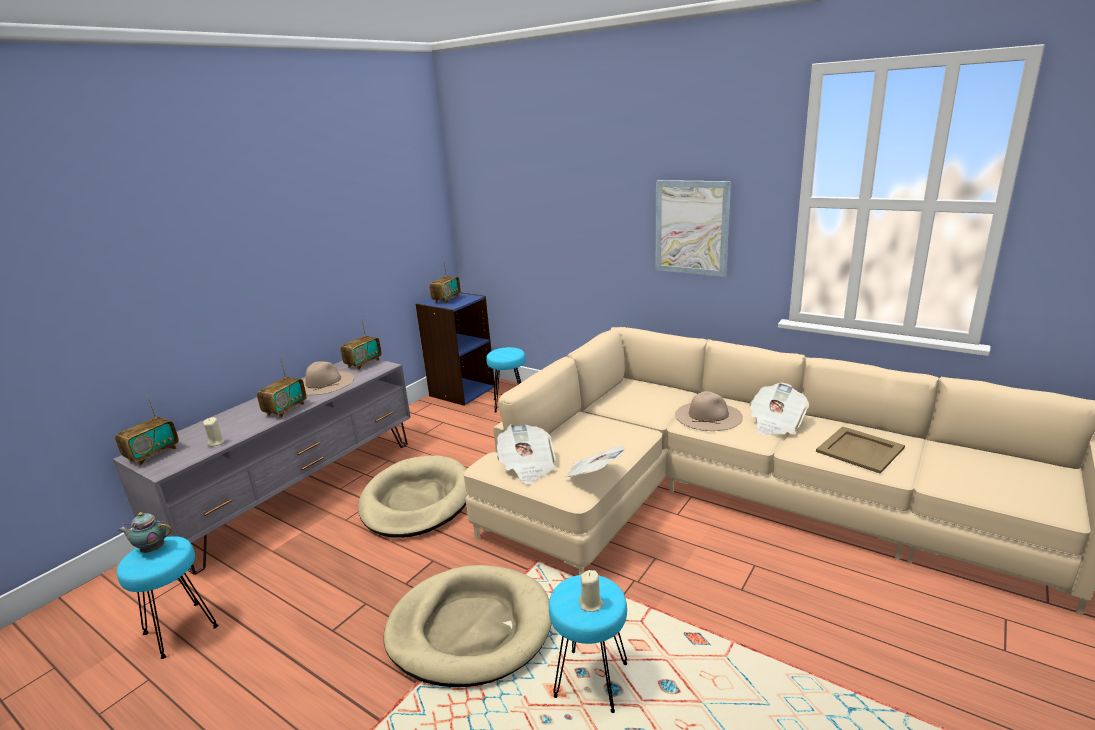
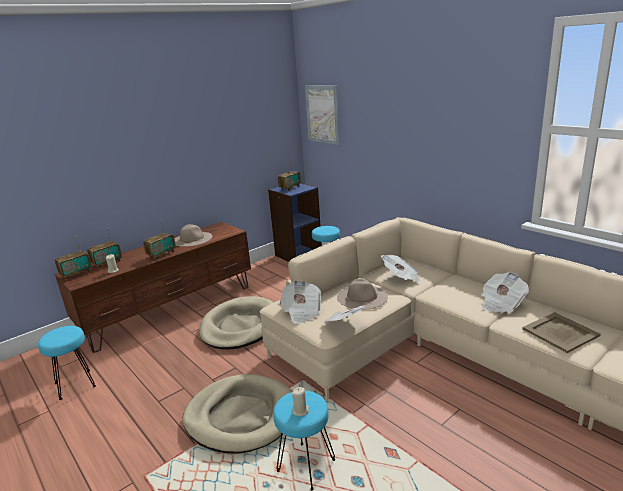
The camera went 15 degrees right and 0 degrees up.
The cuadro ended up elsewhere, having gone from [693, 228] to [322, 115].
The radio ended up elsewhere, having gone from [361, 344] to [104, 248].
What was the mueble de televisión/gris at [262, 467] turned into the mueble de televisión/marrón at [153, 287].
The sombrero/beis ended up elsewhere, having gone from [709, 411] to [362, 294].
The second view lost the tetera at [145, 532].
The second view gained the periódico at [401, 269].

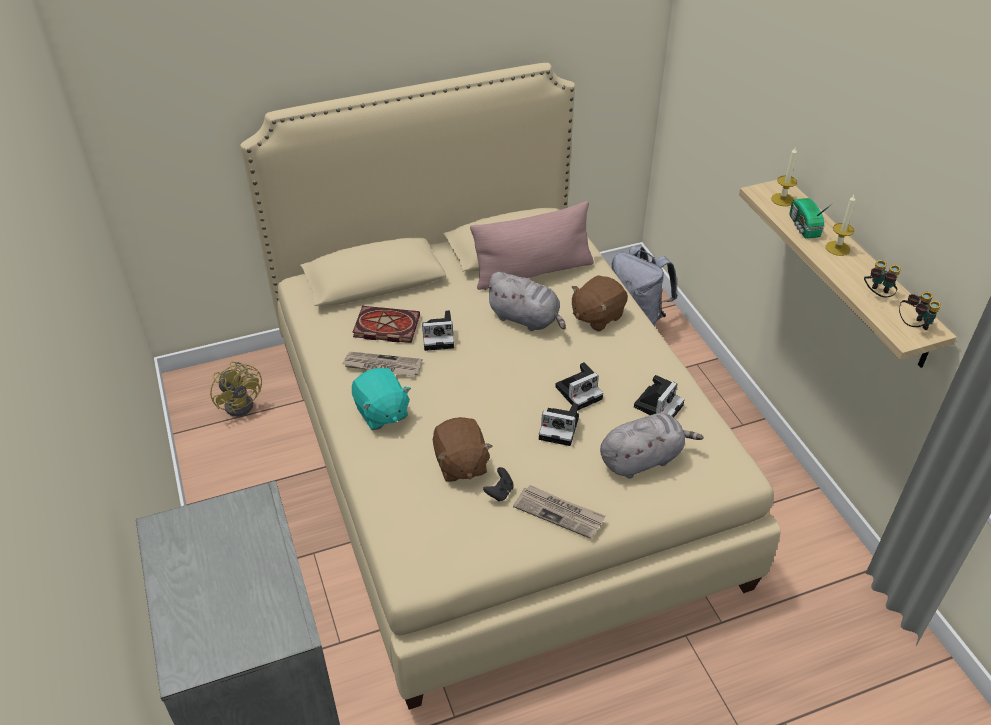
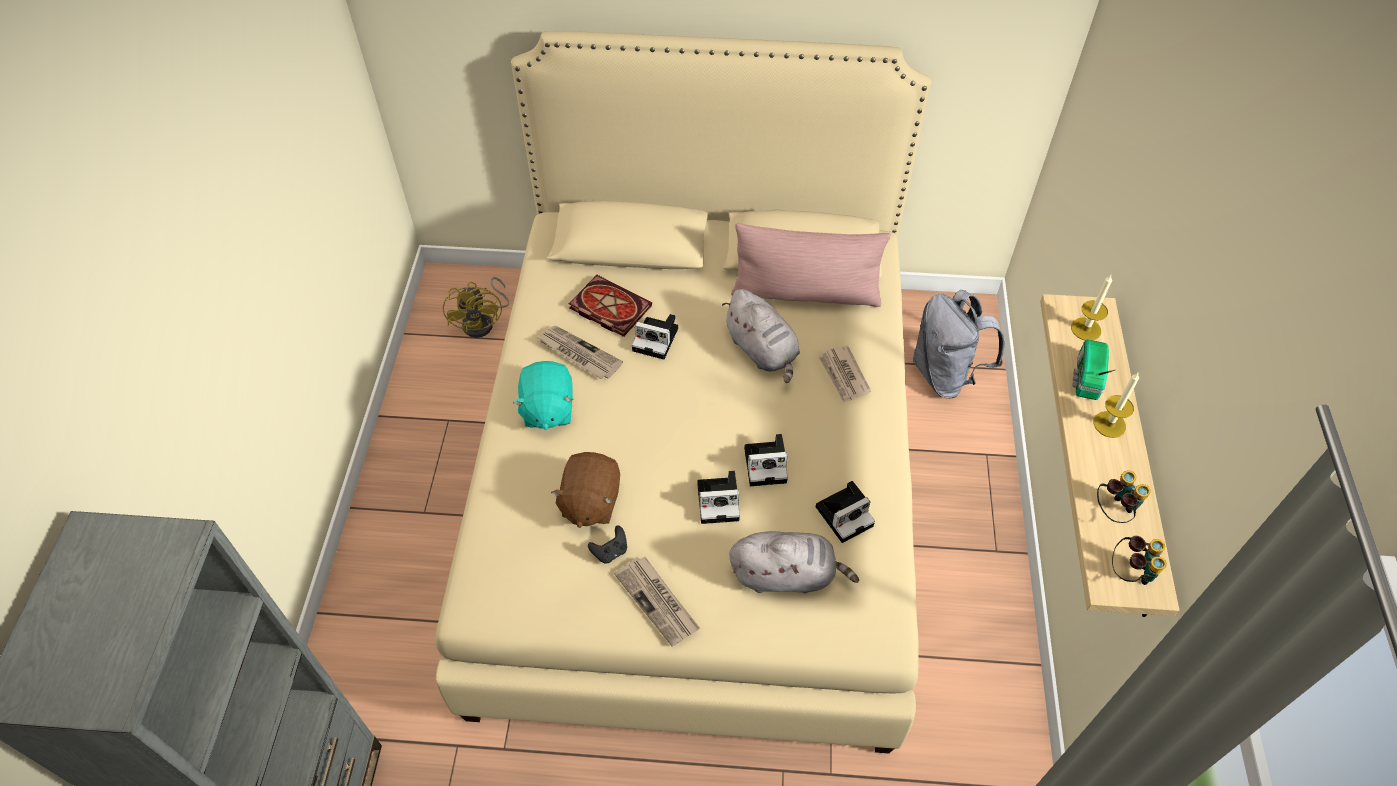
The camera went 25 degrees right and 10 degrees up.
Where the peluche/marrón stood at [600, 303], the periódico came to stand at [844, 374].
The cámara at [559, 424] ended up facing another way, 45 degrees counterclockwise from before.

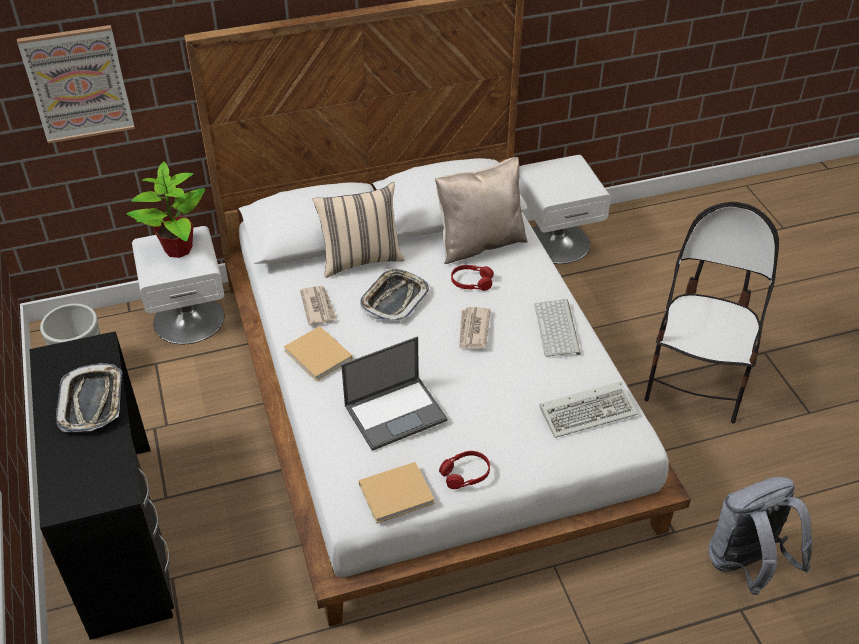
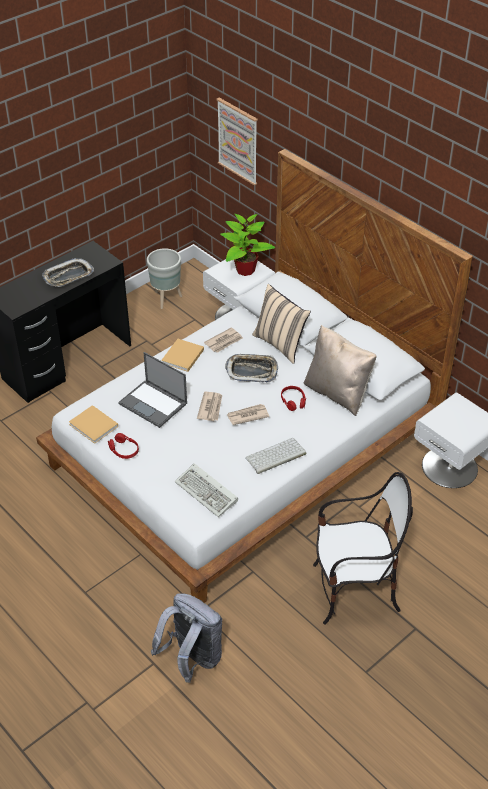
The camera went 65 degrees right and 0 degrees up.
The second view gained the periódico at [209, 406].

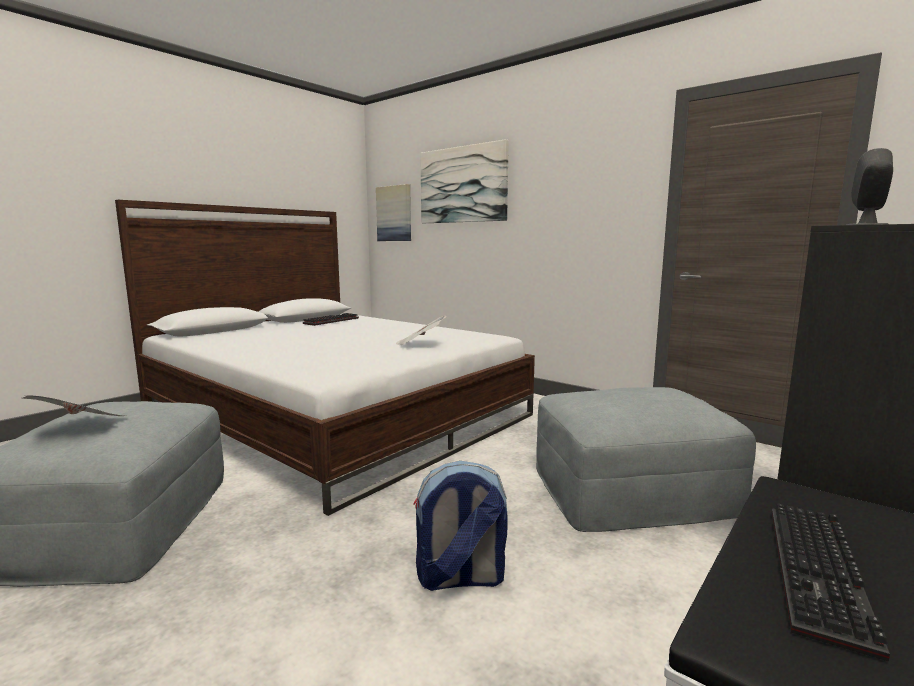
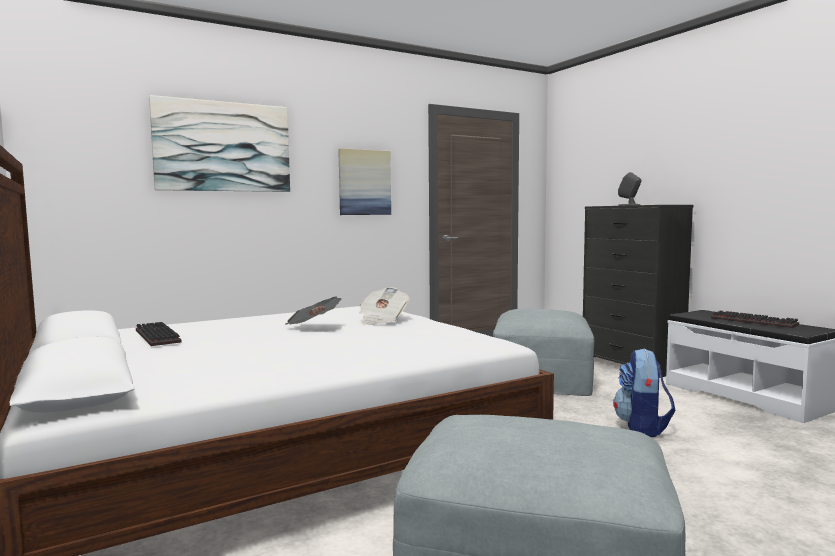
The camera went 70 degrees left and 5 degrees down.
The cuadro ended up elsewhere, having gone from [393, 212] to [364, 181].
The periódico ended up elsewhere, having gone from [75, 406] to [313, 310].

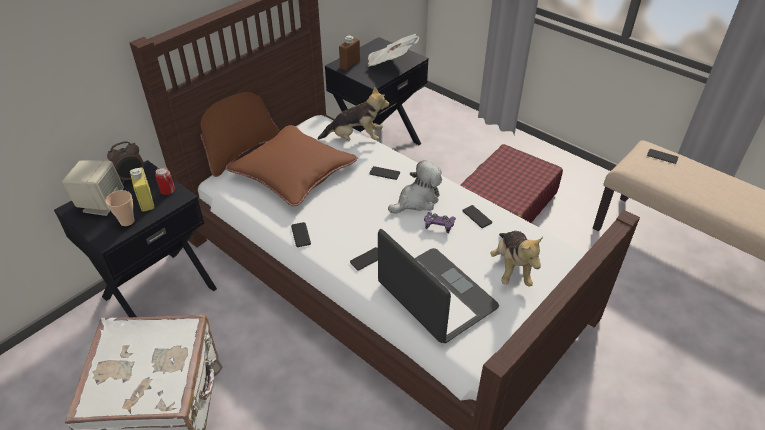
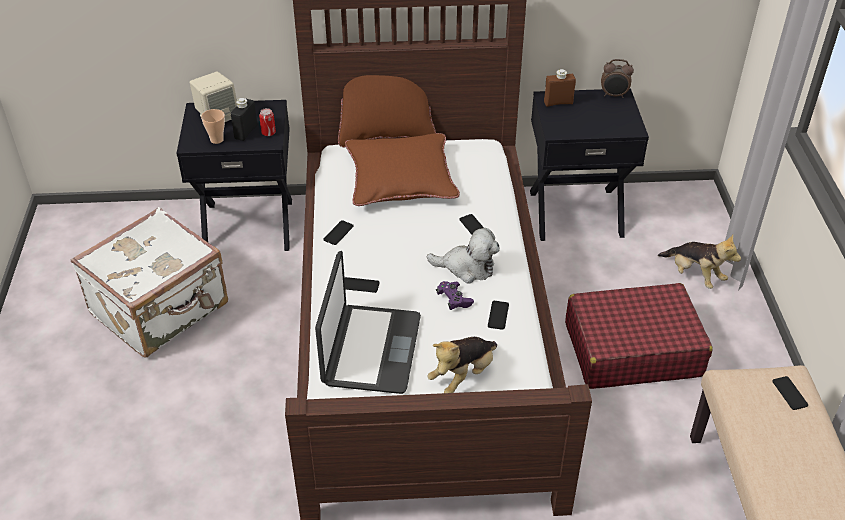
The camera went 45 degrees right and 0 degrees up.
The second view lost the periódico at [393, 50].
The peluche ended up elsewhere, having gone from [353, 113] to [699, 262].
The despertador ended up elsewhere, having gone from [125, 162] to [617, 78].
What was the botella/amarillo at [142, 189] turned into the botella/negro at [244, 119].

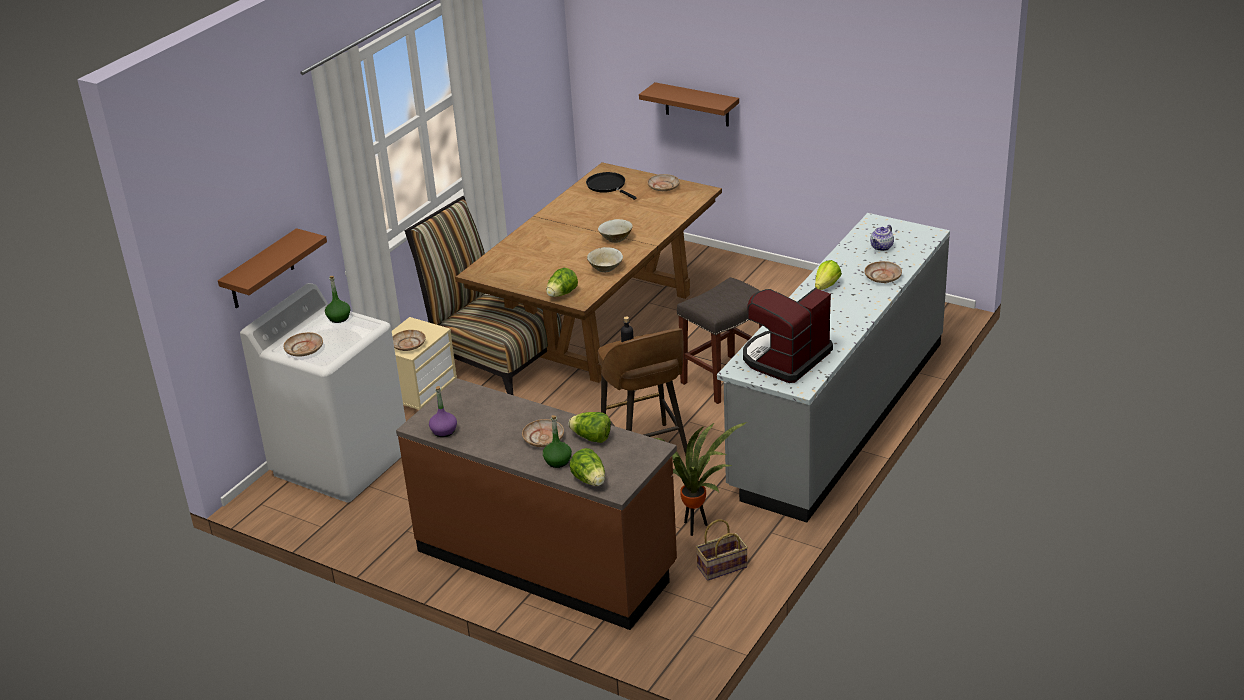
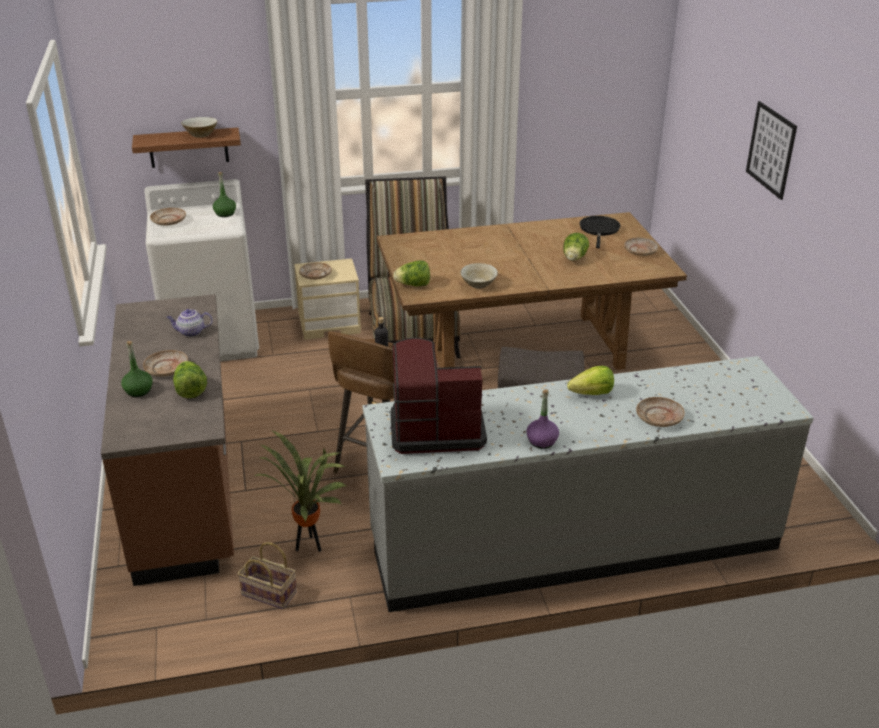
The camera went 45 degrees right and 0 degrees up.
The second view lost the estante/marrón at [689, 104].
The cuenco/beis ended up elsewhere, having gone from [615, 231] to [199, 127].
The tetera ended up elsewhere, having gone from [882, 238] to [189, 323].
The botella/morado ended up elsewhere, having gone from [443, 411] to [542, 419].
The lechuga ended up elsewhere, having gone from [587, 467] to [576, 247].
The second view gained the cuadro at [771, 150].

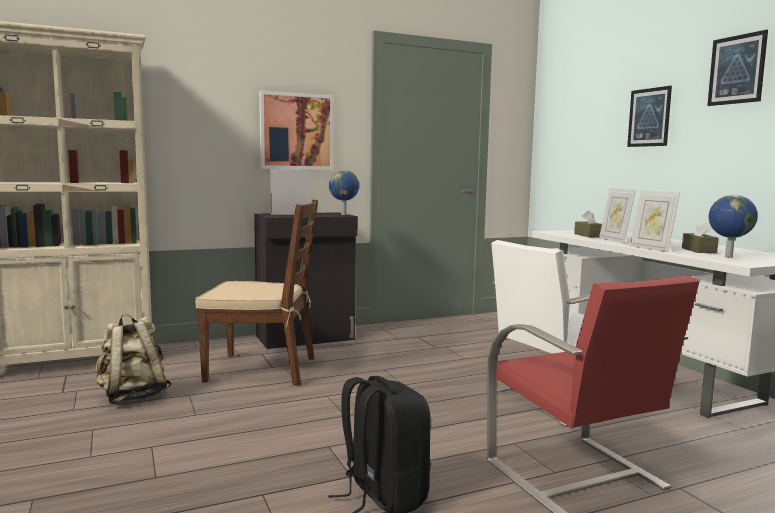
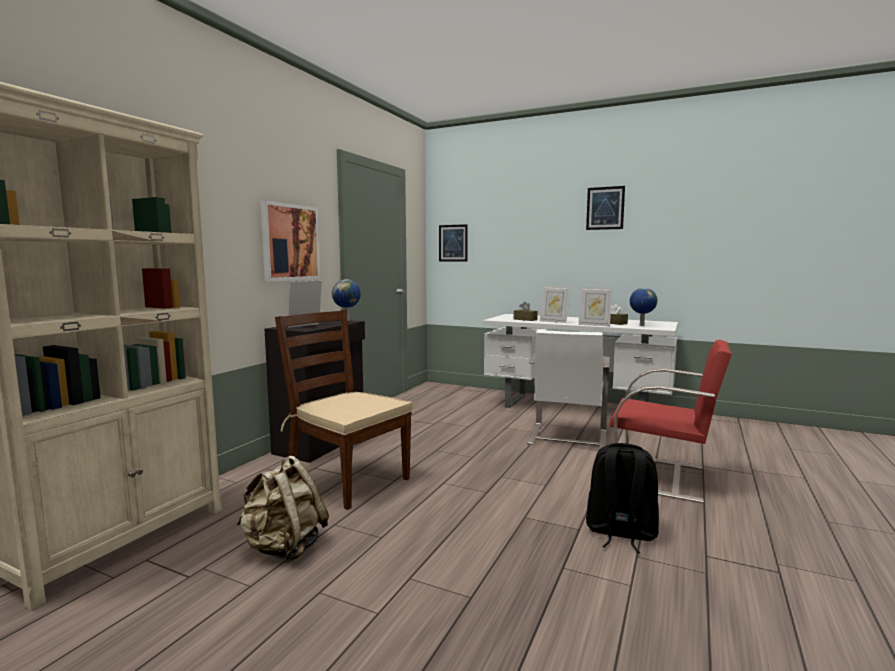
The camera went 40 degrees left and 0 degrees up.
The cuadro ended up elsewhere, having gone from [649, 116] to [453, 242].
The silla/marrón at [256, 292] ended up facing another way, 105 degrees counterclockwise from before.

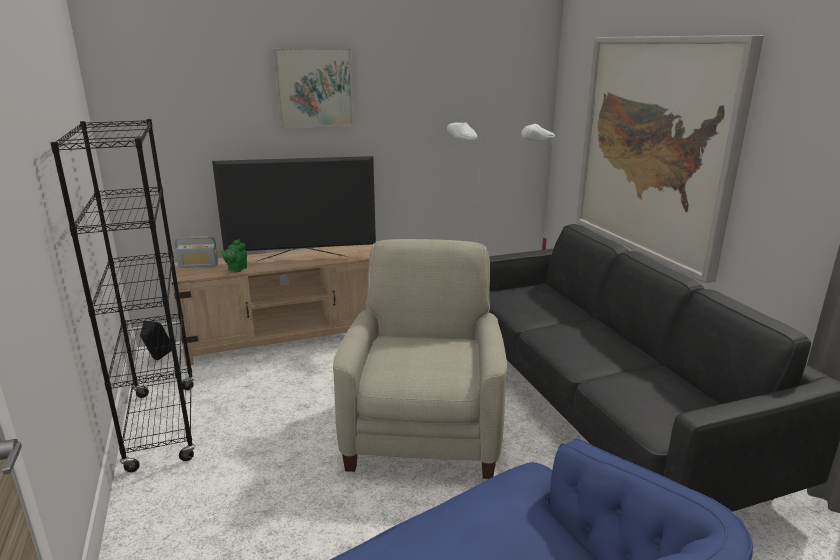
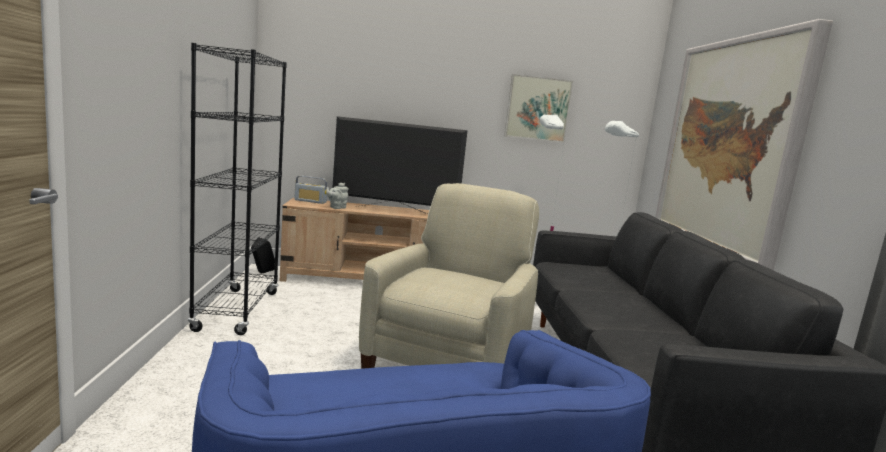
The camera went 15 degrees right and 10 degrees down.
The cuadro ended up elsewhere, having gone from [313, 88] to [538, 108].
What was the tetera/verde at [234, 255] turned into the tetera/gris at [337, 196].

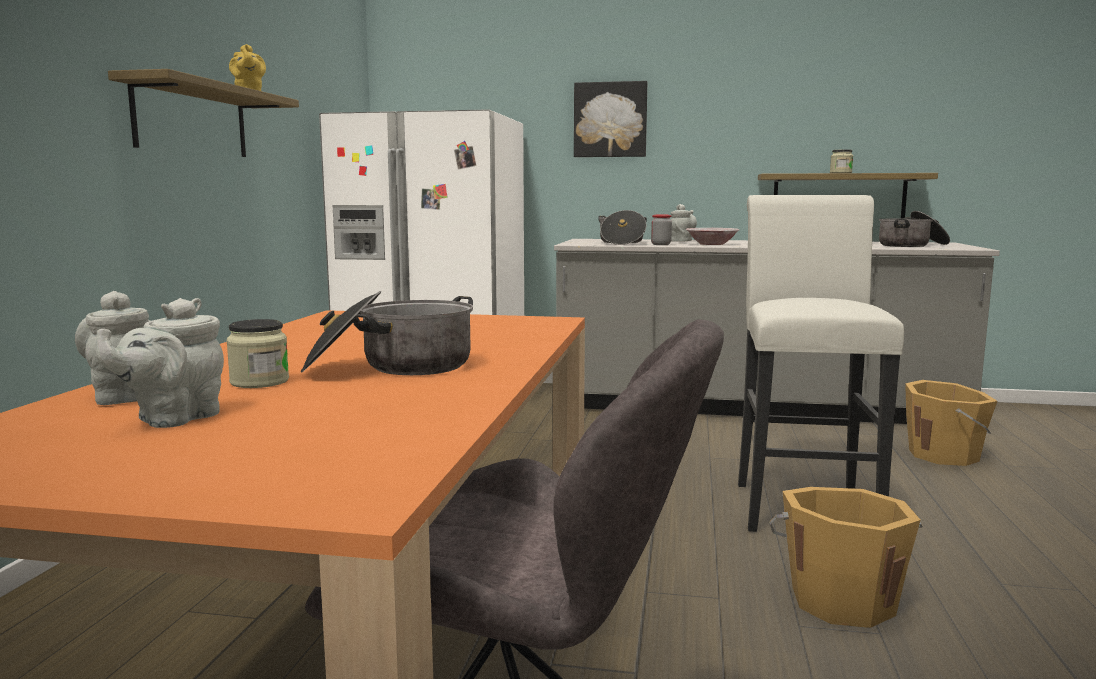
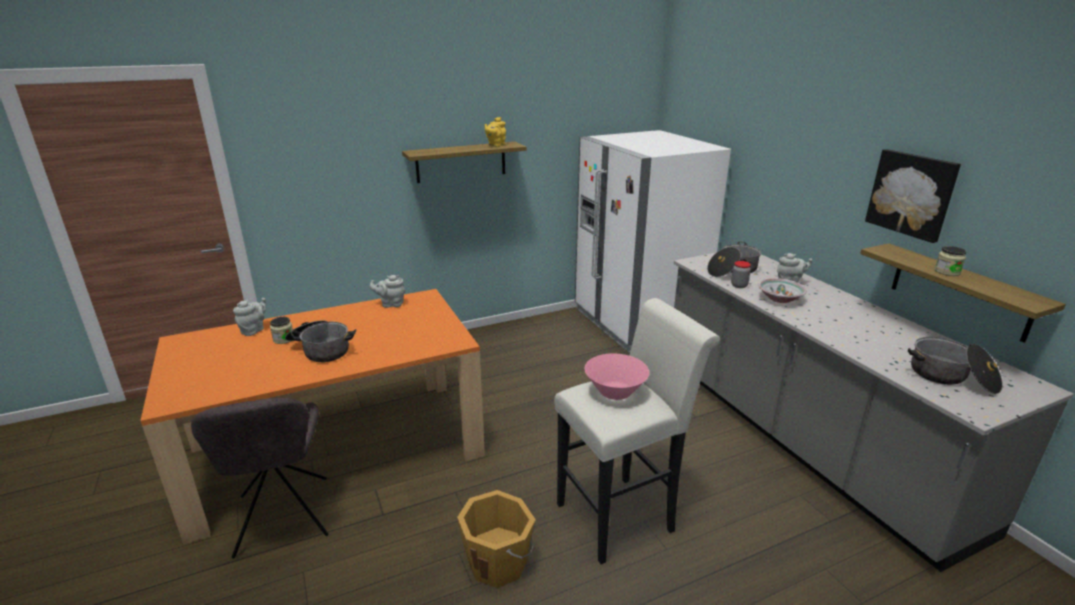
The camera went 55 degrees right and 15 degrees up.
The cuadro ended up elsewhere, having gone from [610, 119] to [913, 196].
The tetera/gris ended up elsewhere, having gone from [160, 363] to [387, 291].
The second view lost the cubo/naranja at [951, 423].
The second view gained the cuenco/rosa at [617, 376].

